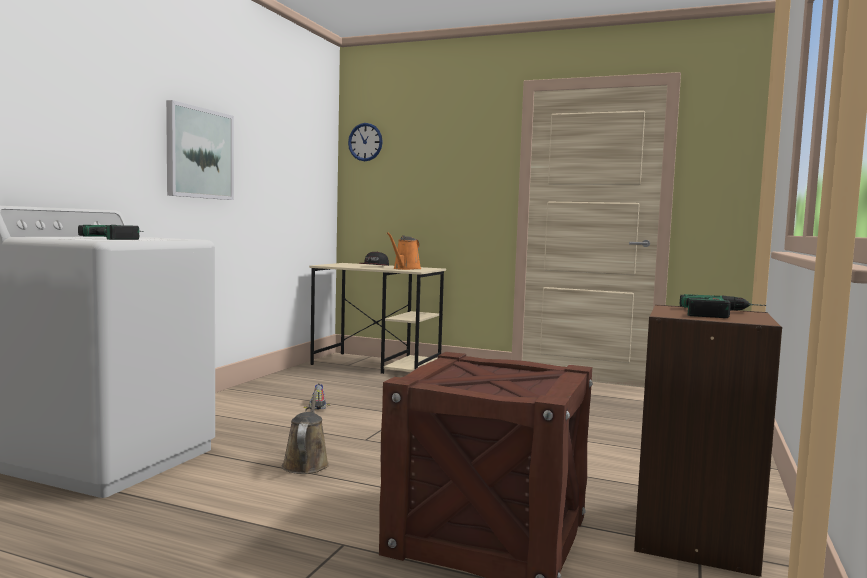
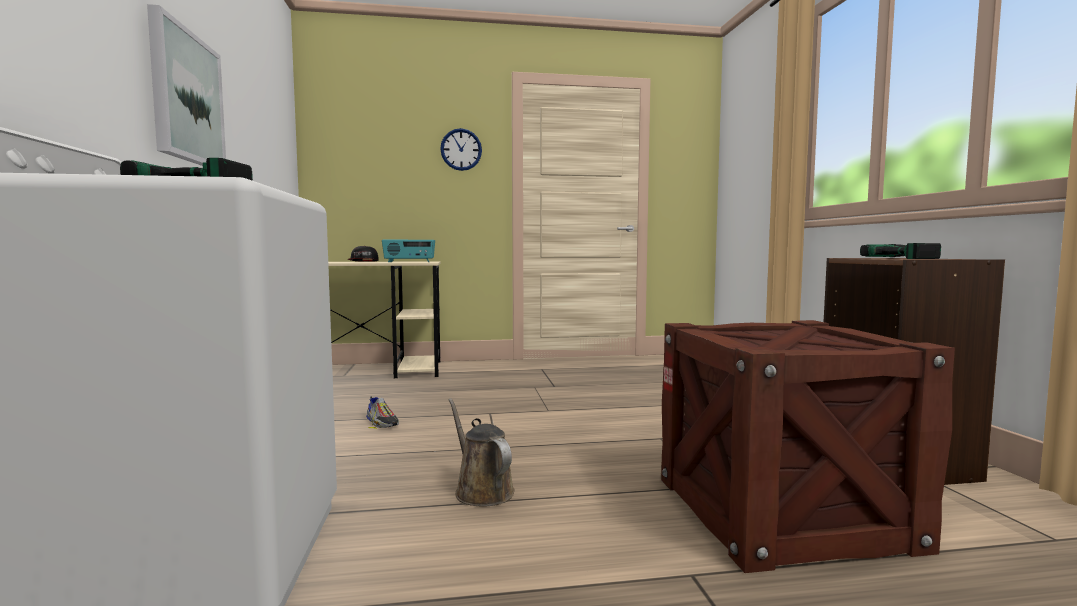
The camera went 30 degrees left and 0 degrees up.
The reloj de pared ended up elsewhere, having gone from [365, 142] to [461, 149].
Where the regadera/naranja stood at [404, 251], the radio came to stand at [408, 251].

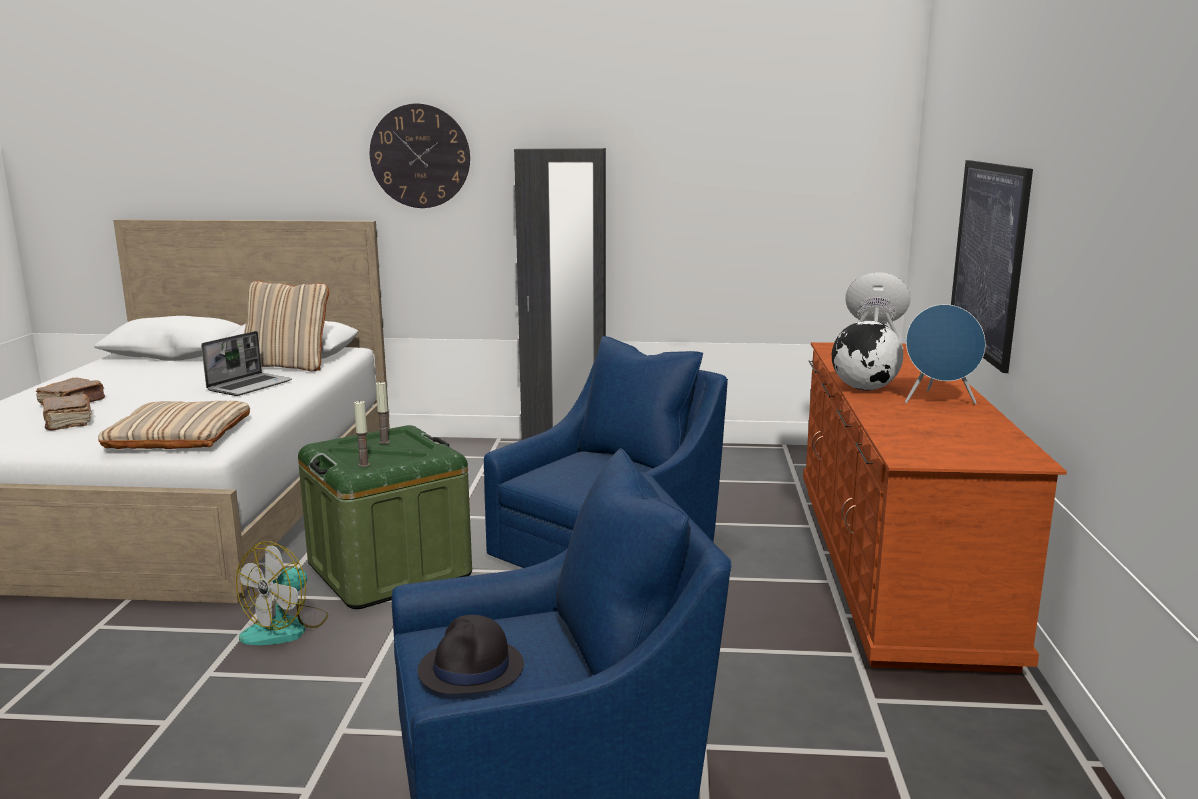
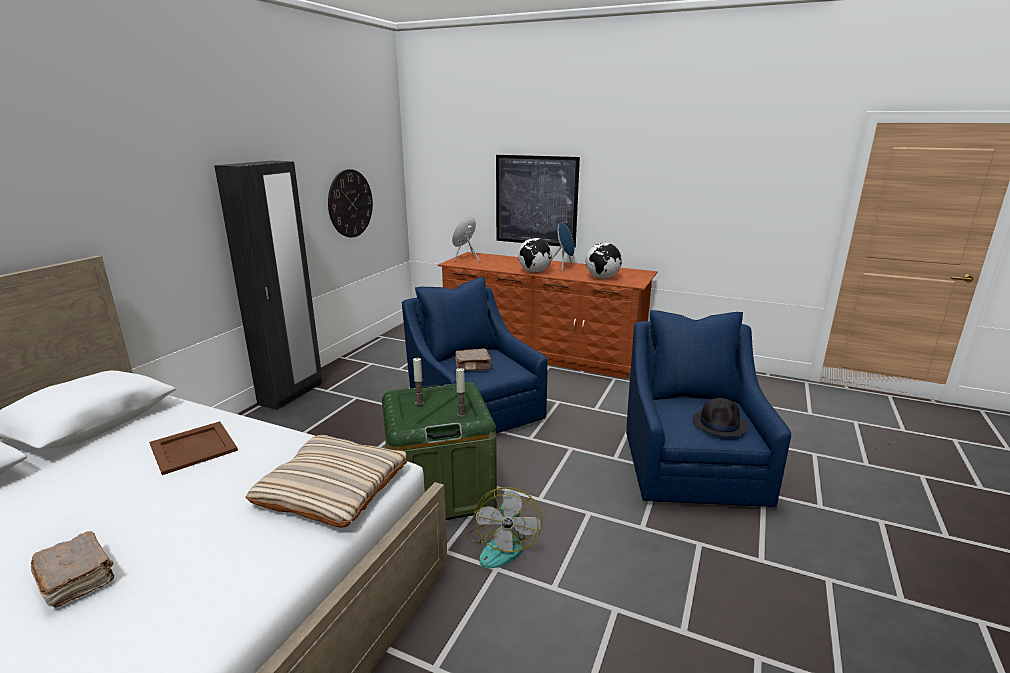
The camera went 70 degrees left and 5 degrees up.
The reloj de pared ended up elsewhere, having gone from [420, 156] to [350, 203].
The second view lost the cojín/beis at [286, 326].
Where the portátil stood at [246, 363], the bandeja/marrón came to stand at [193, 448].
The libro/marrón ended up elsewhere, having gone from [67, 412] to [473, 359].
The ventilador at [282, 593] ended up facing another way, 45 degrees clockwise from before.
The second view gained the globo terráqueo at [604, 261].

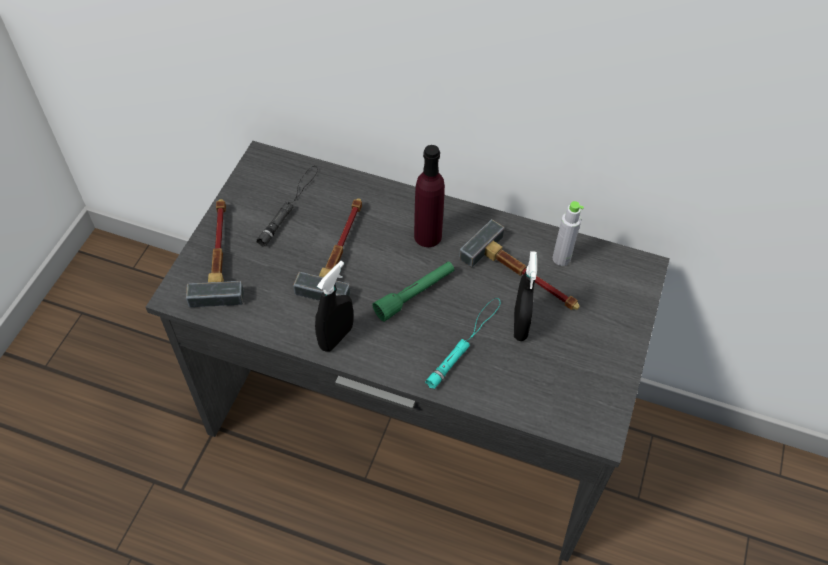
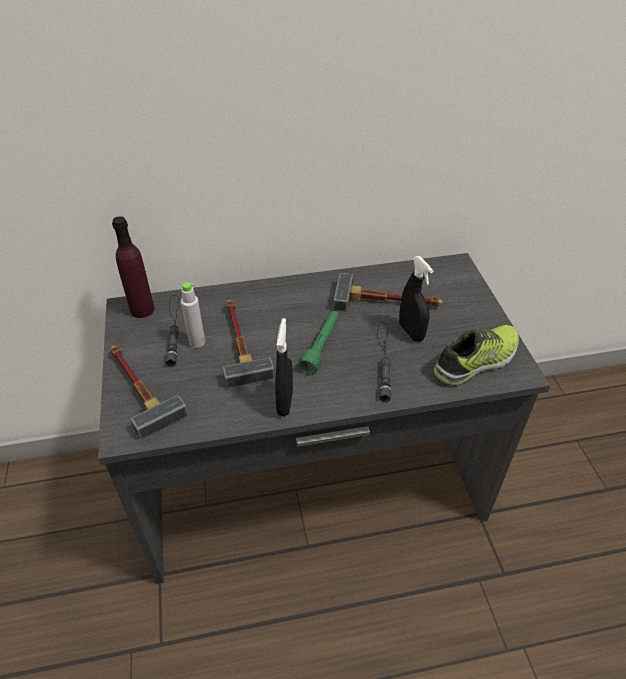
The camera went 30 degrees left and 10 degrees down.
The botella/morado ended up elsewhere, having gone from [429, 196] to [133, 267].
The botella/gris ended up elsewhere, having gone from [568, 233] to [193, 315].
What was the linterna/turquesa at [462, 343] turned into the linterna/negro at [384, 362].
The second view gained the zapato at [476, 355].

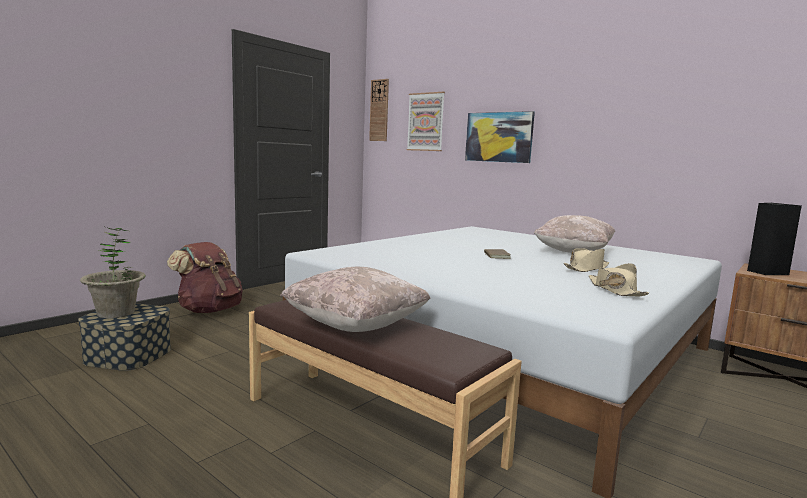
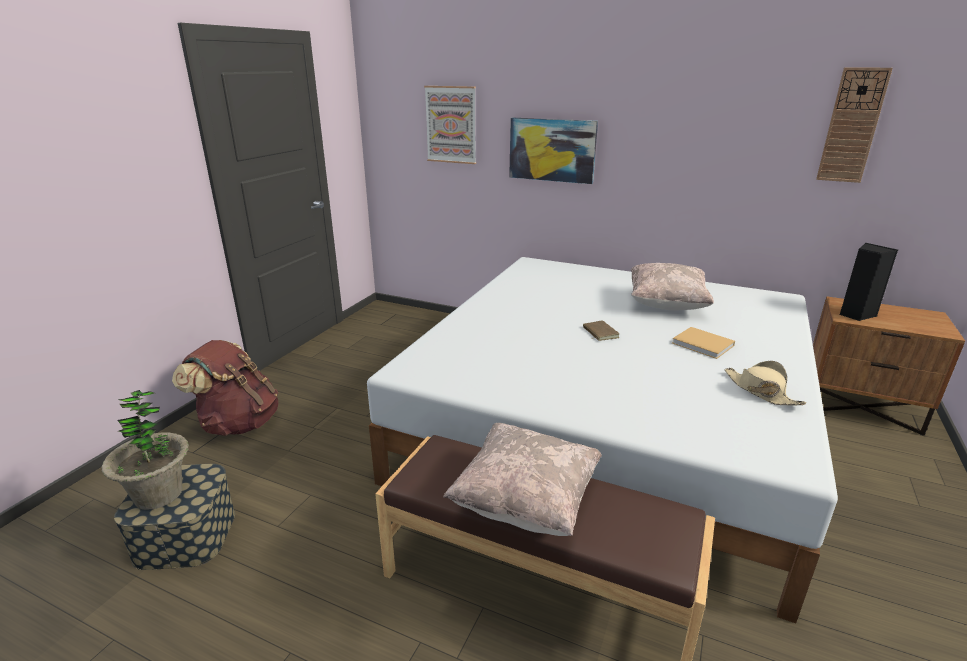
The camera went 15 degrees left and 15 degrees up.
The reloj de pared ended up elsewhere, having gone from [379, 110] to [854, 125].
Where the sombrero/beis stood at [586, 260], the libro/beis came to stand at [703, 343].

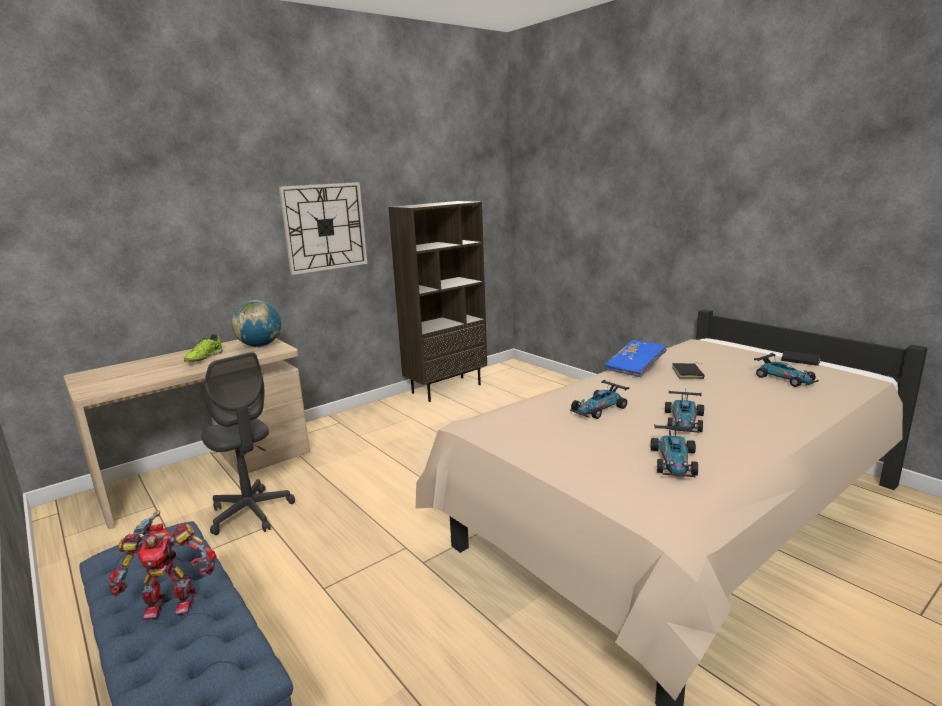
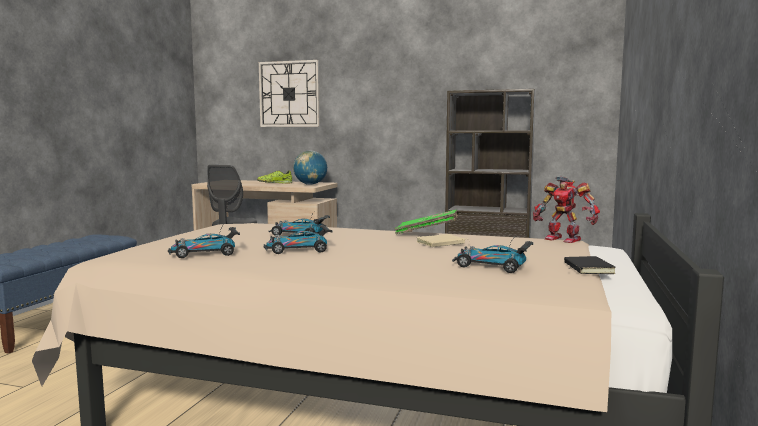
The camera went 55 degrees right and 10 degrees down.
The reloj de pared ended up elsewhere, having gone from [323, 228] to [289, 93].
What was the libro/azul at [635, 358] turned into the libro/verde at [426, 222].
The coche de juguete at [786, 370] ended up facing another way, 90 degrees clockwise from before.
What was the libro/negro at [688, 371] turned into the libro/beis at [443, 240].
The robot de juguete ended up elsewhere, having gone from [163, 565] to [566, 209].

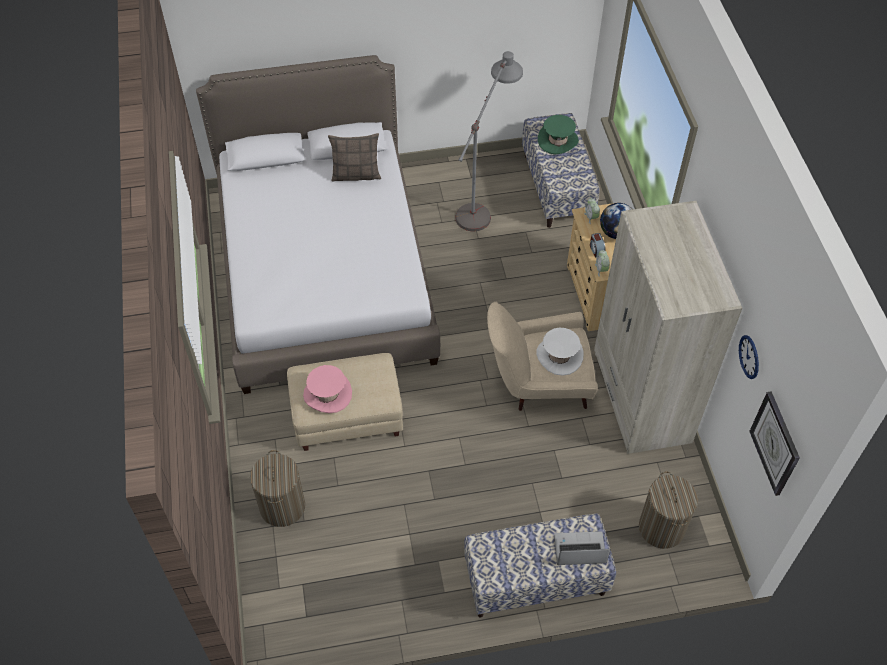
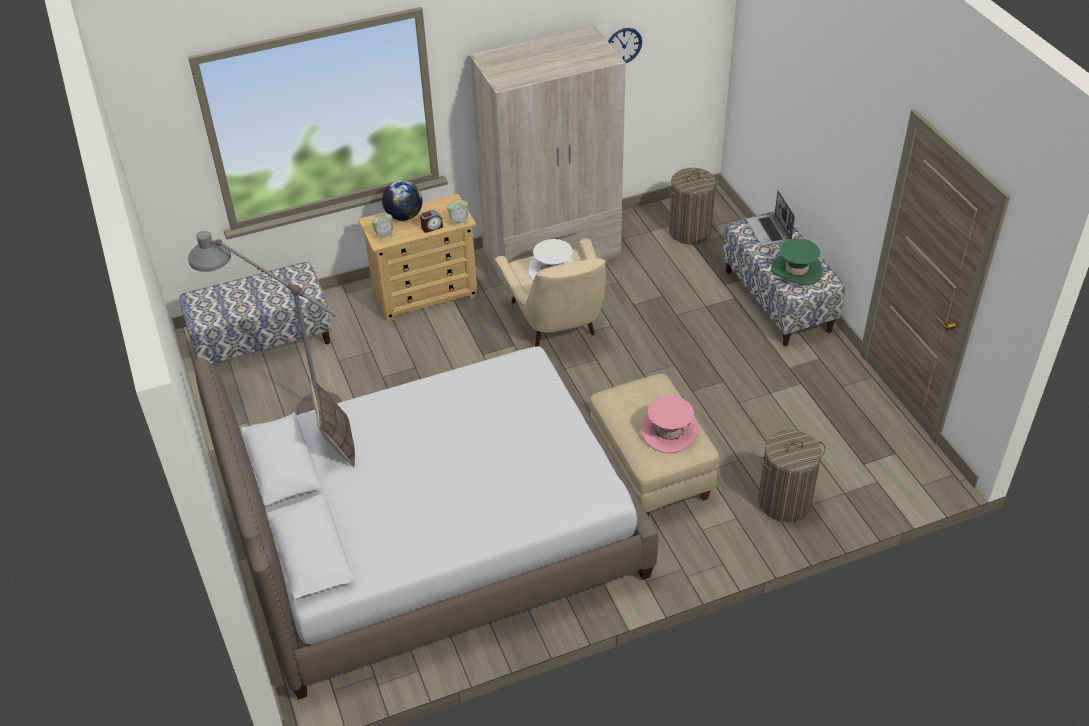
The camera went 100 degrees left and 10 degrees down.
The sombrero/verde ended up elsewhere, having gone from [558, 135] to [797, 261].
The second view lost the reloj de pared at [774, 443].

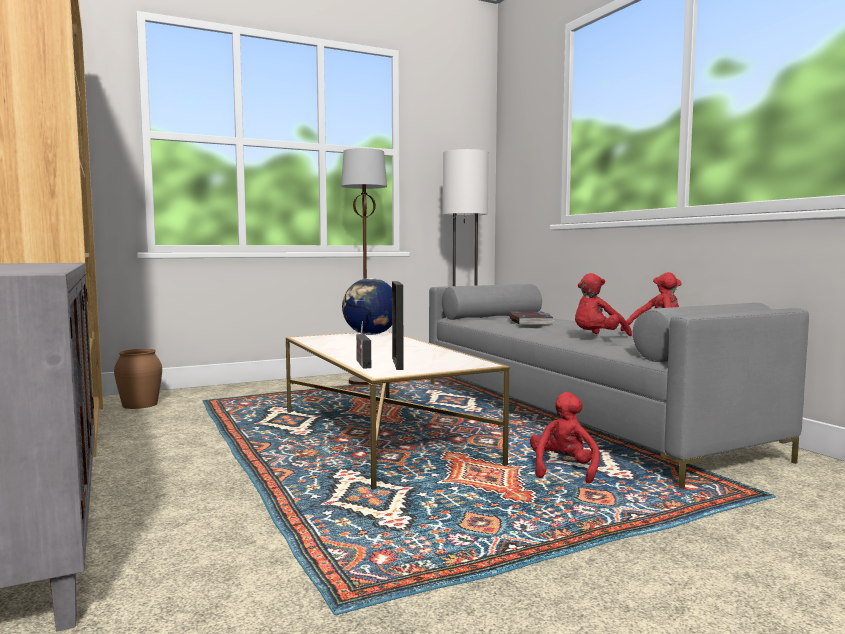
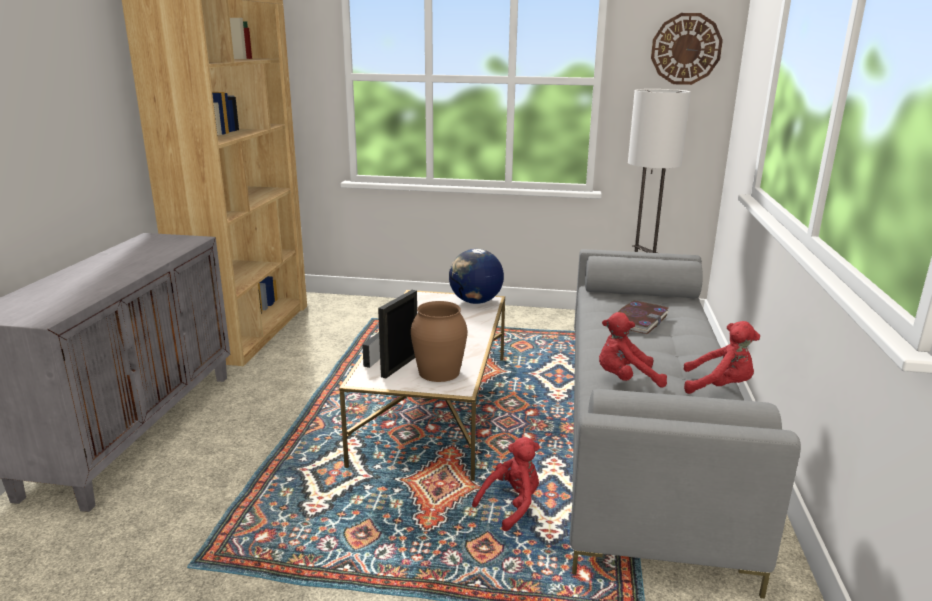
The camera went 35 degrees right and 15 degrees up.
The second view lost the lámpara de pie/marrón at [364, 266].
The florero/marrón ended up elsewhere, having gone from [138, 379] to [439, 341].
The second view gained the reloj de pared at [687, 49].

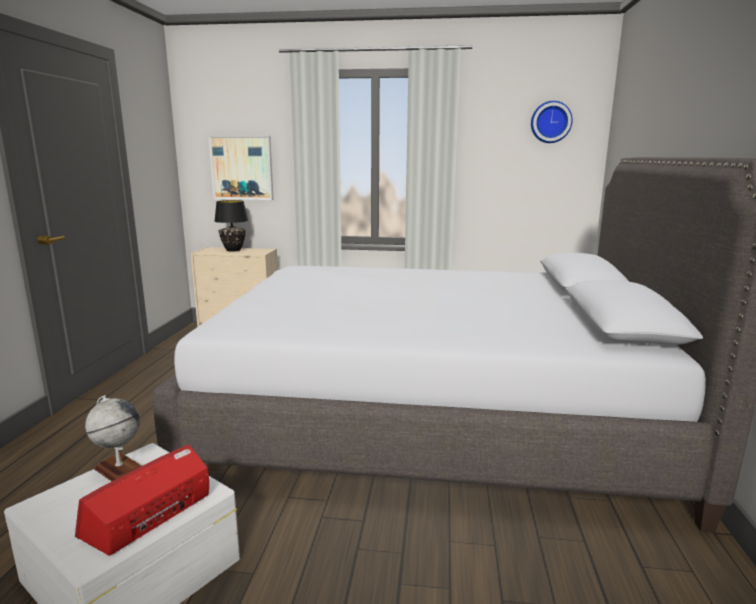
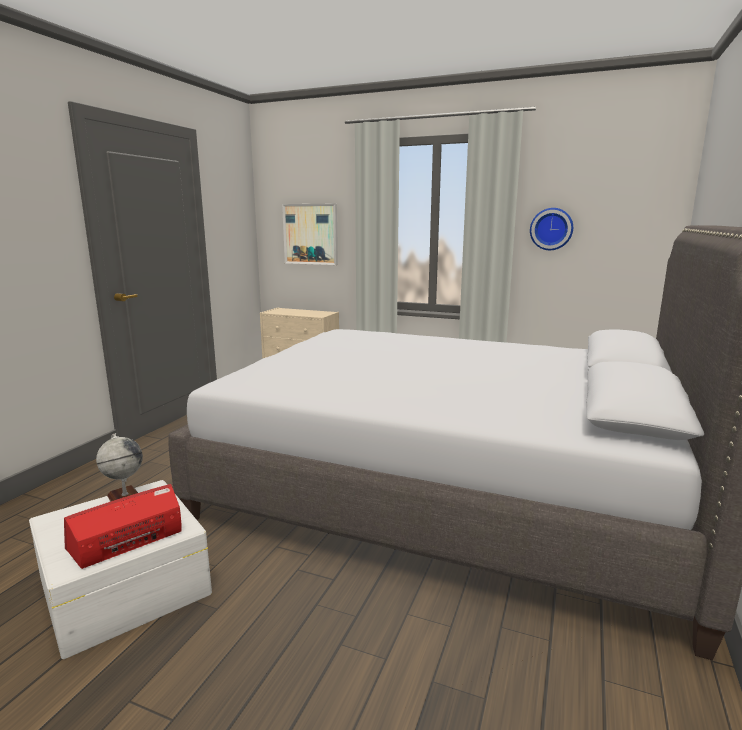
The camera went 15 degrees right and 0 degrees up.
The reloj de pared ended up elsewhere, having gone from [552, 122] to [551, 229].
The second view lost the lámpara de mesa/negro at [231, 226].

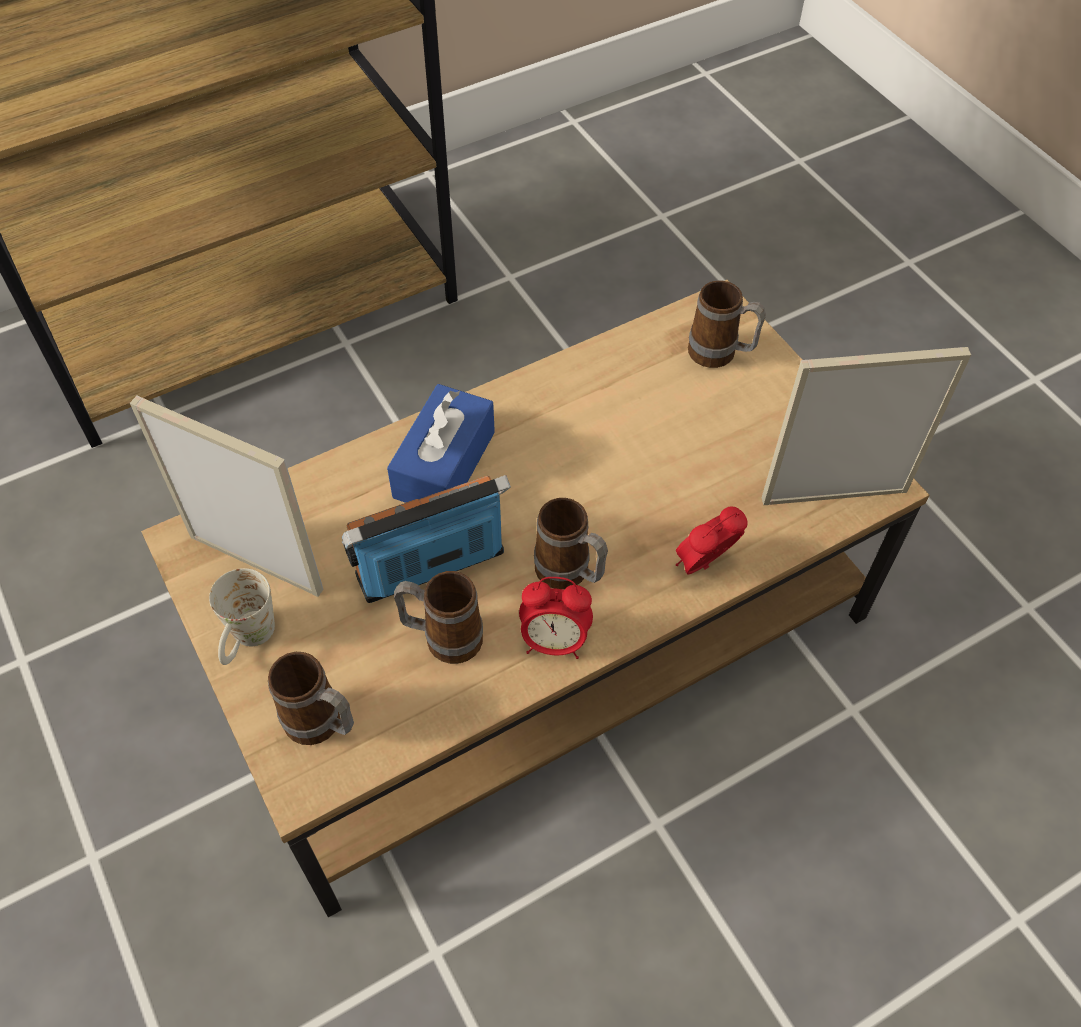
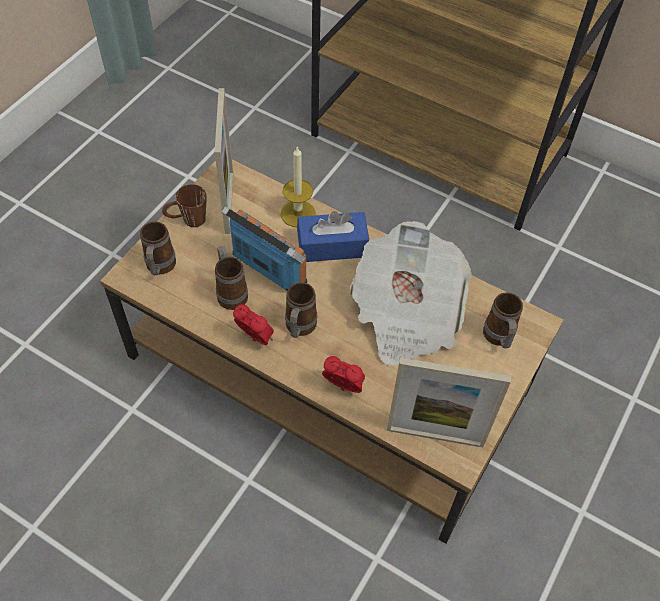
The camera went 60 degrees right and 0 degrees up.
The portarretratos at [866, 426] ended up facing another way, 135 degrees clockwise from before.
What was the taza grande/blanco at [242, 616] turned into the taza grande/marrón at [184, 205].
The despertador at [556, 618] ended up facing another way, 150 degrees clockwise from before.
The second view gained the vela at [298, 186].
The second view gained the periódico at [411, 293].

